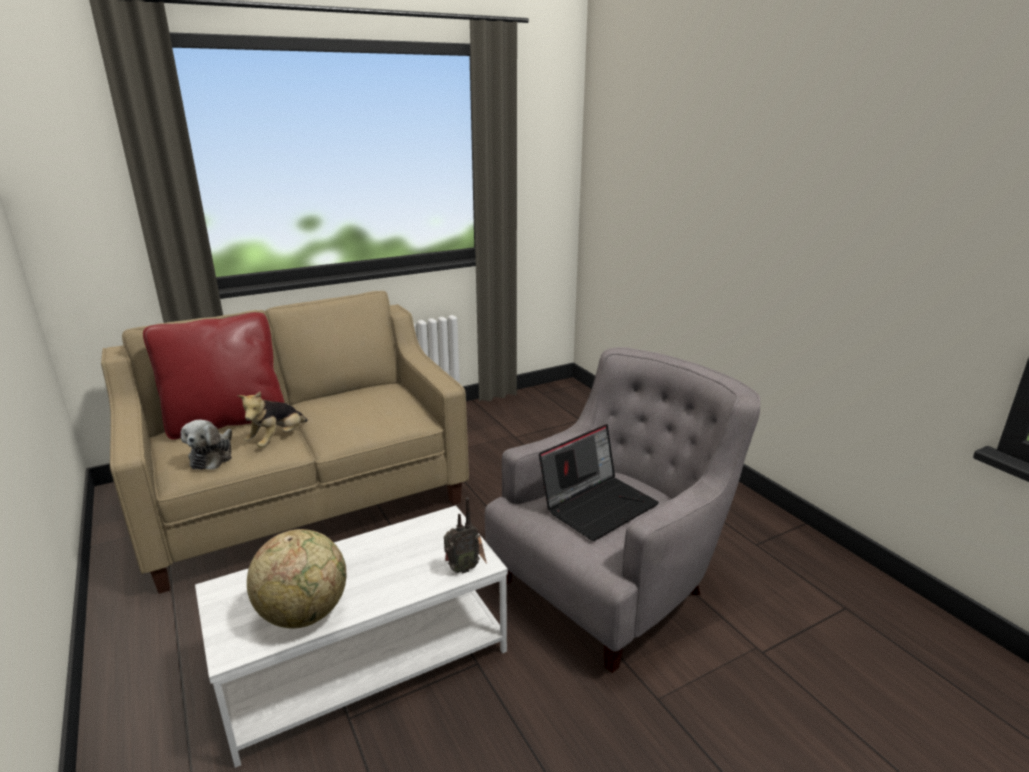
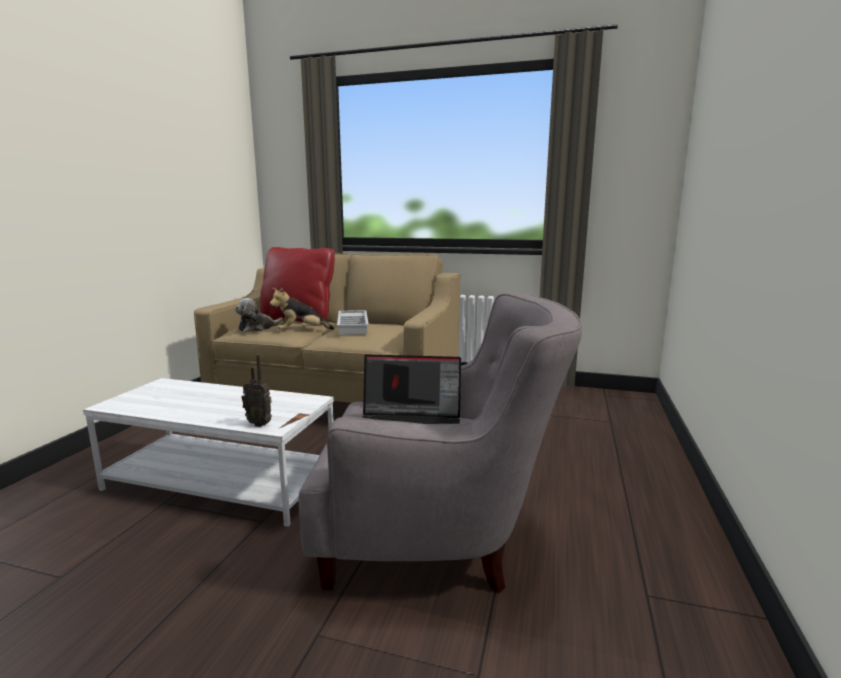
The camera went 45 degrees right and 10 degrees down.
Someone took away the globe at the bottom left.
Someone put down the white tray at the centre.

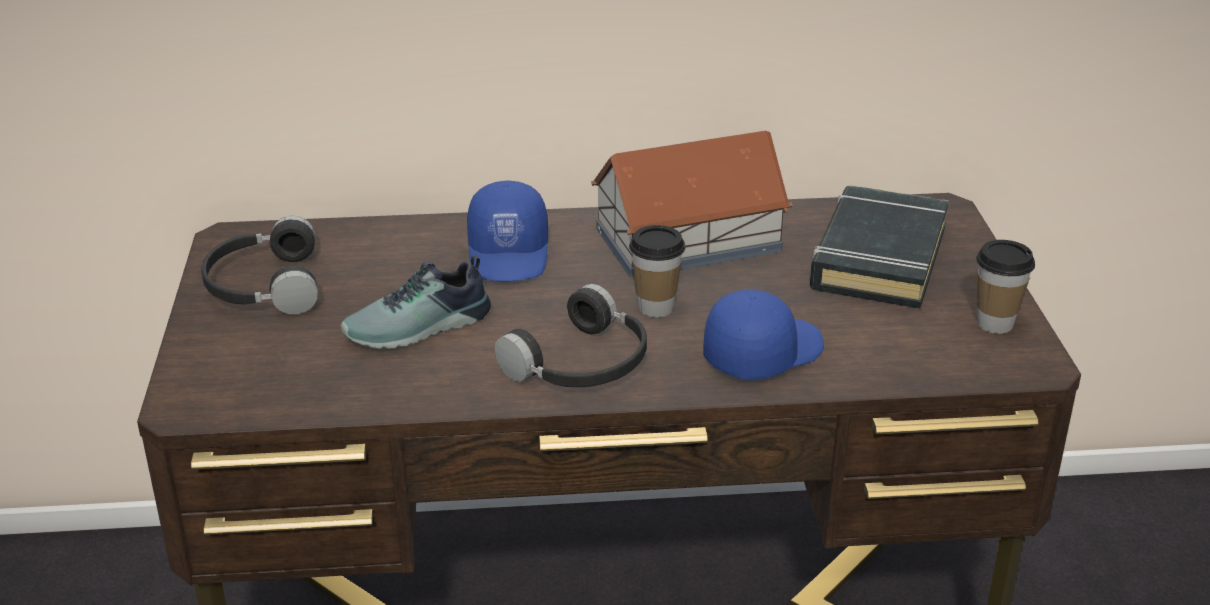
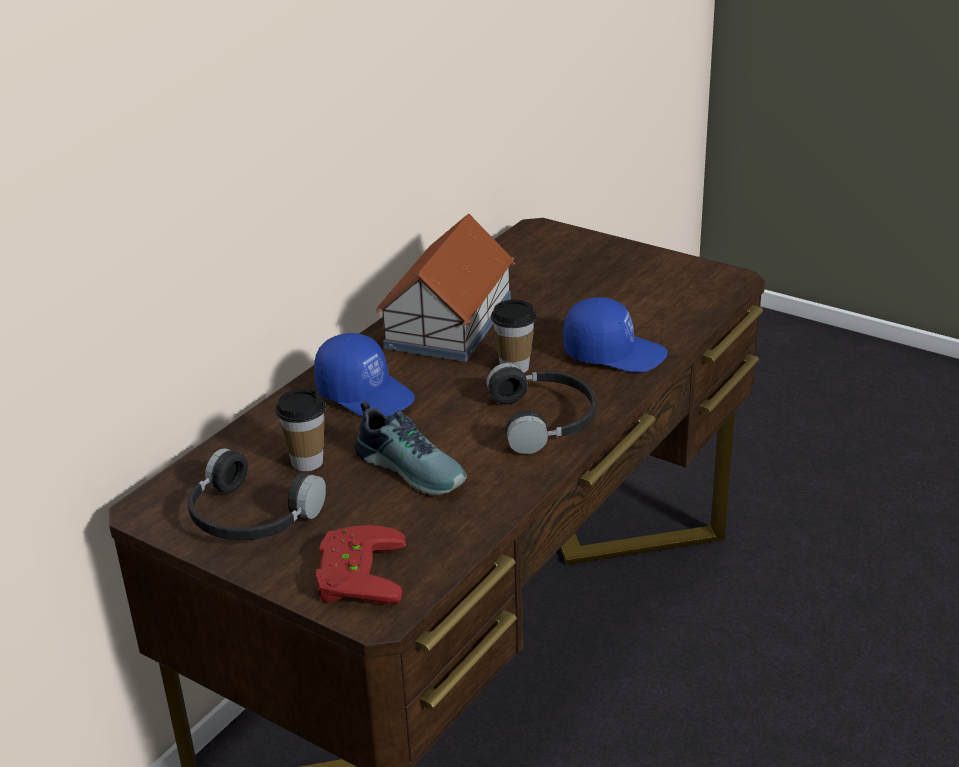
The camera went 50 degrees left and 0 degrees up.
Someone took away the black book at the middle right.
Someone put down the red game controller at the bottom centre.
Someone carried the cup (2nd from left in the first image) from the middle right to the middle left.
Someone rotated the shoe at the centre by 60 degrees counterclockwise.
Someone rotated the blue cap (2nd from left) at the centre by 105 degrees clockwise.

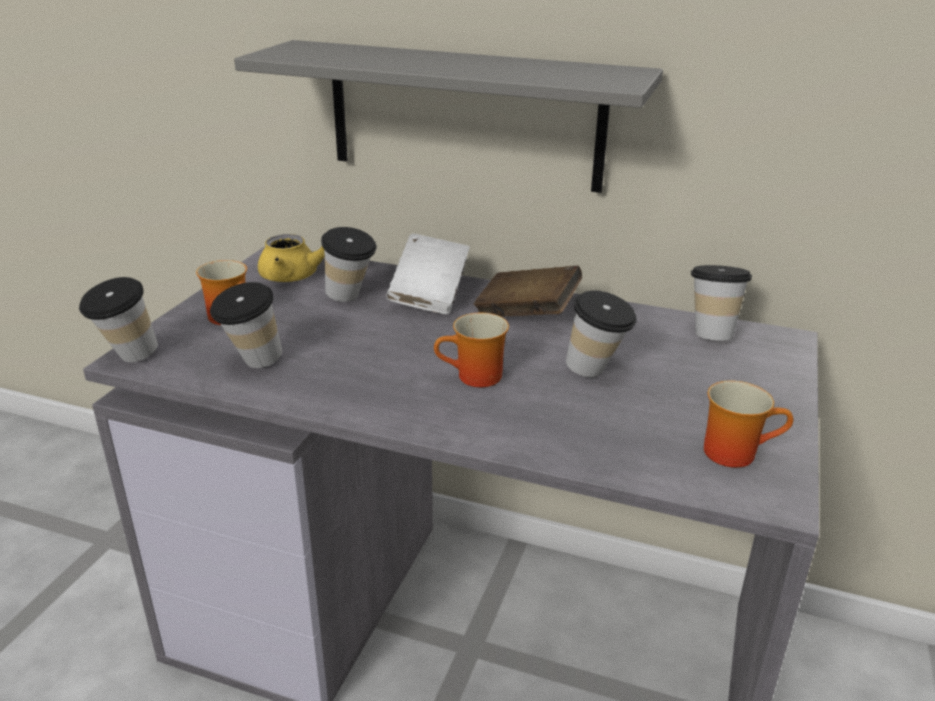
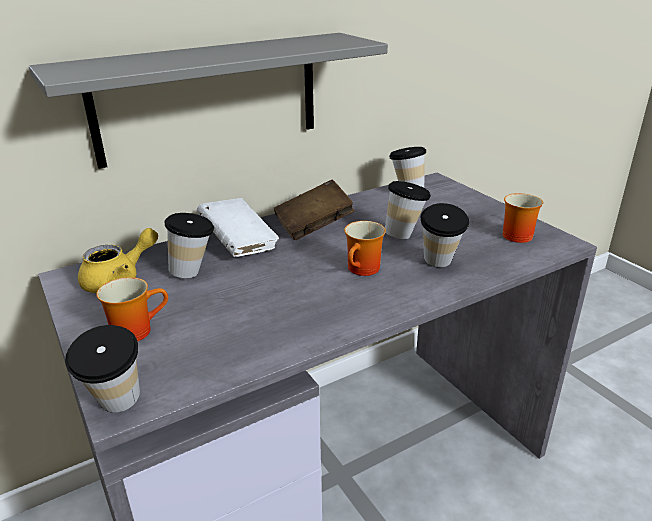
The camera went 50 degrees left and 0 degrees up.
Someone carried the cup (2nd from left in the first image) from the middle left to the middle right.

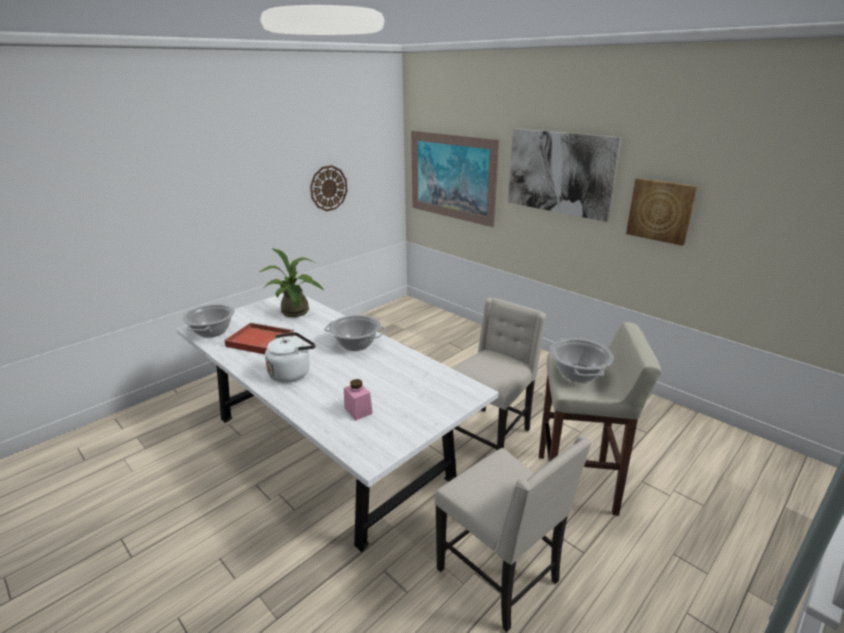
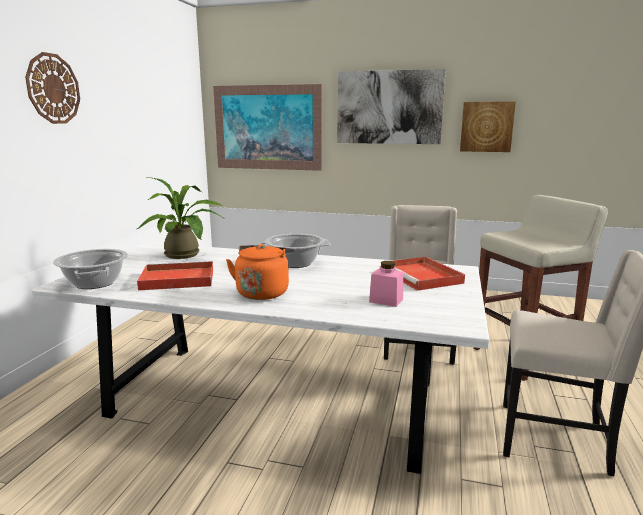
The camera went 30 degrees left and 10 degrees down.
Someone took away the cooking pot (3rd from left) at the middle right.
Someone put down the red tray (2nd from left) at the middle right.
Someone carried the wall clock from the top centre to the top left.
Someone repainted the white kettle at the centre, which became the orange kettle at the centre.

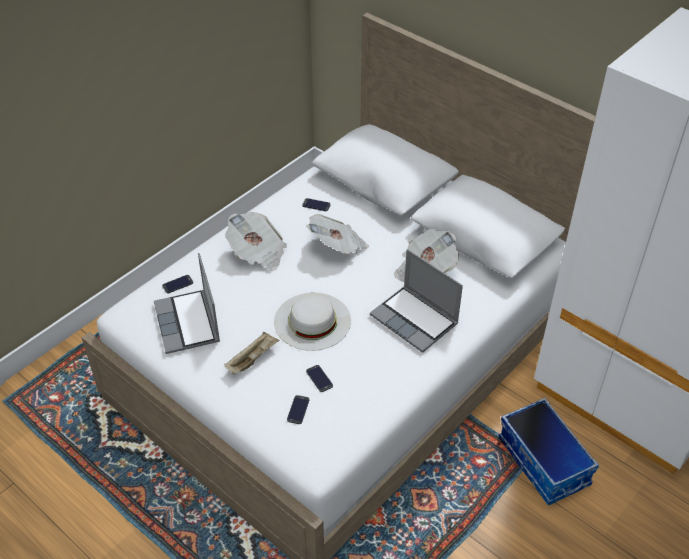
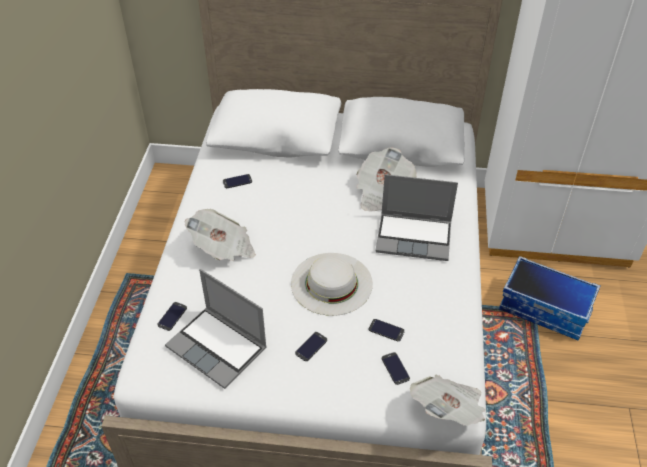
The camera went 35 degrees left and 0 degrees up.
Someone carried the newspaper (2nd from left in the first image) from the centre to the bottom right.
Someone swapped the beige tray at the centre for the phone (3rd from left) at the bottom centre.

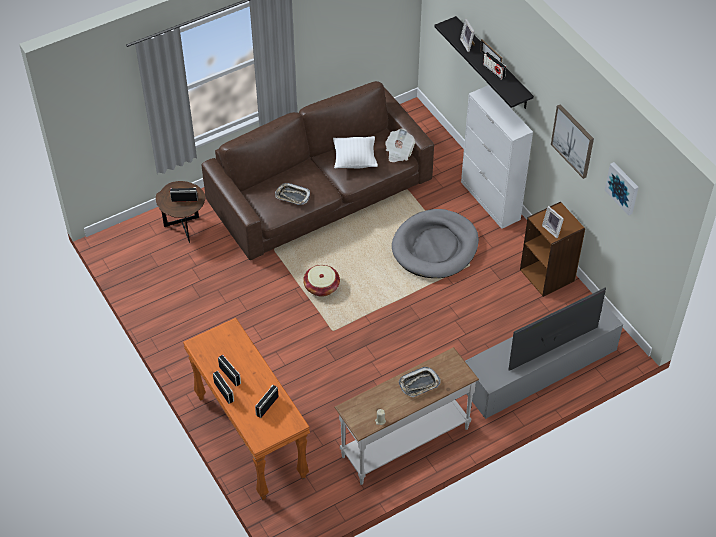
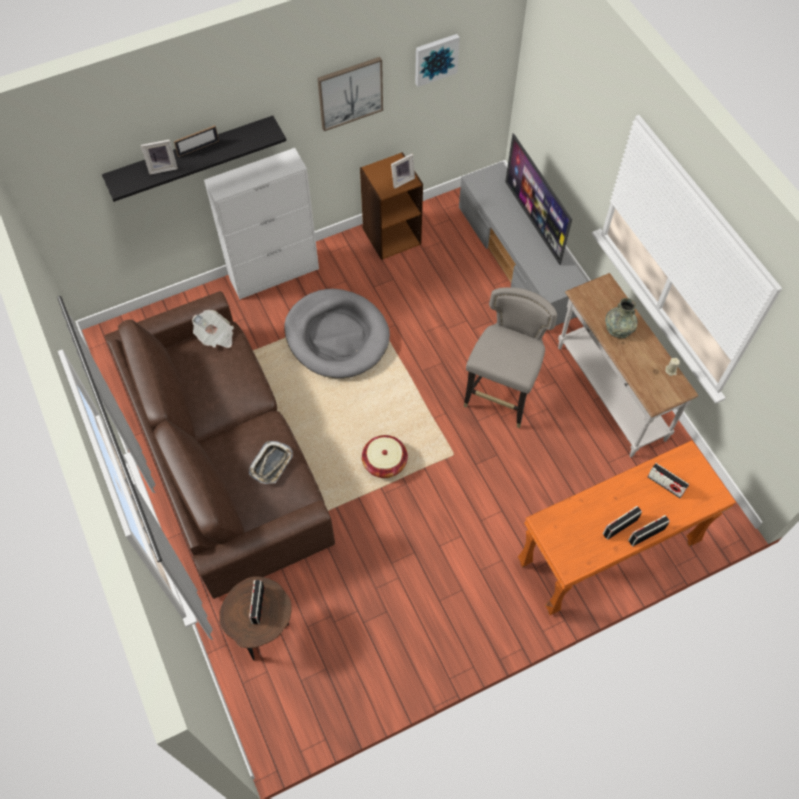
The camera went 85 degrees left and 10 degrees up.
Someone took away the white pillow at the top centre.
Someone took away the radio (5th from left) at the top right.
Someone put down the grey stool at the centre.
Someone swapped the tray (2nd from left) at the bottom centre for the grey vase at the middle right.

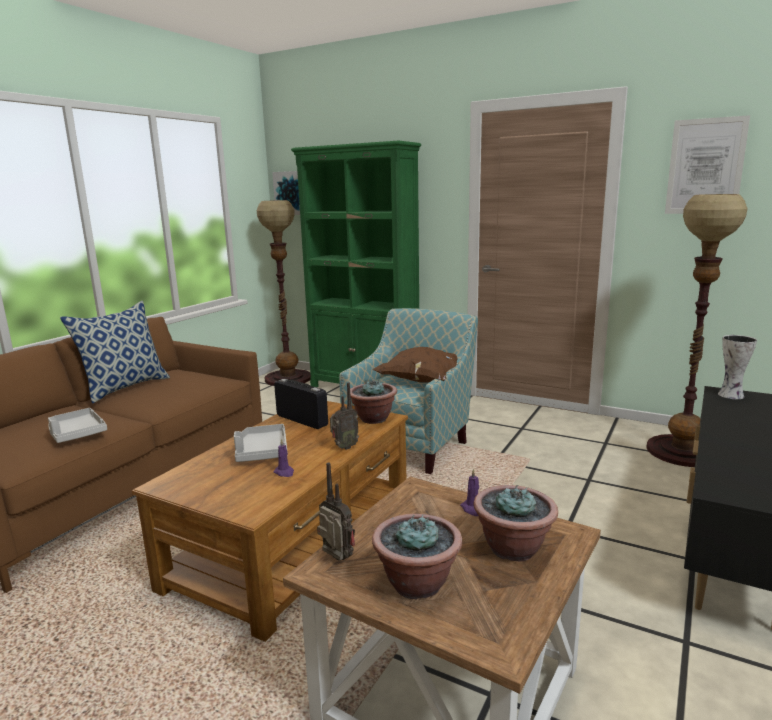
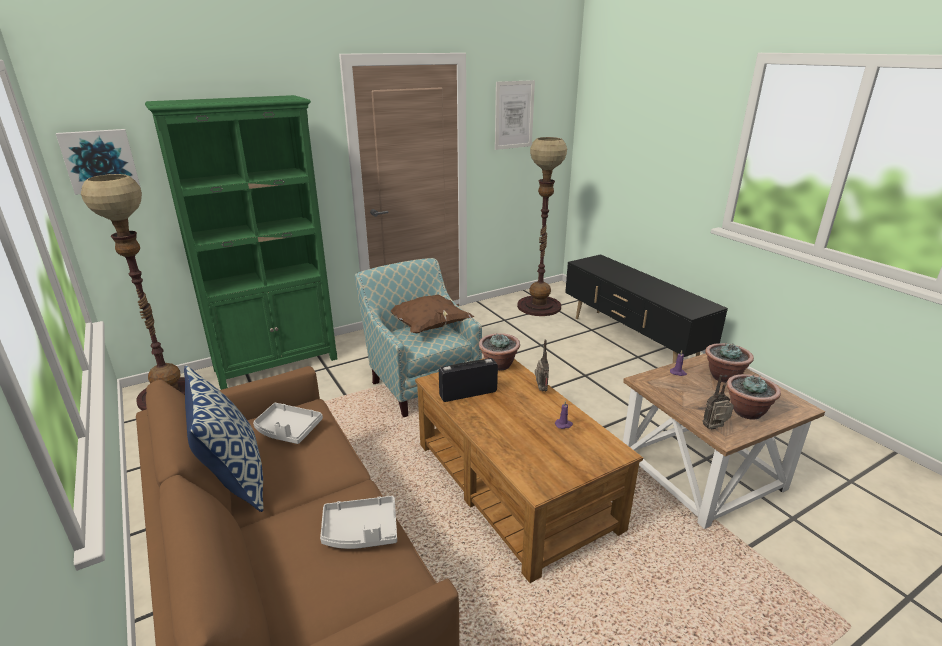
The camera went 60 degrees left and 10 degrees up.
Someone took away the vase at the middle right.
Someone carried the grey tray (2nd from left in the first image) from the centre to the middle left.

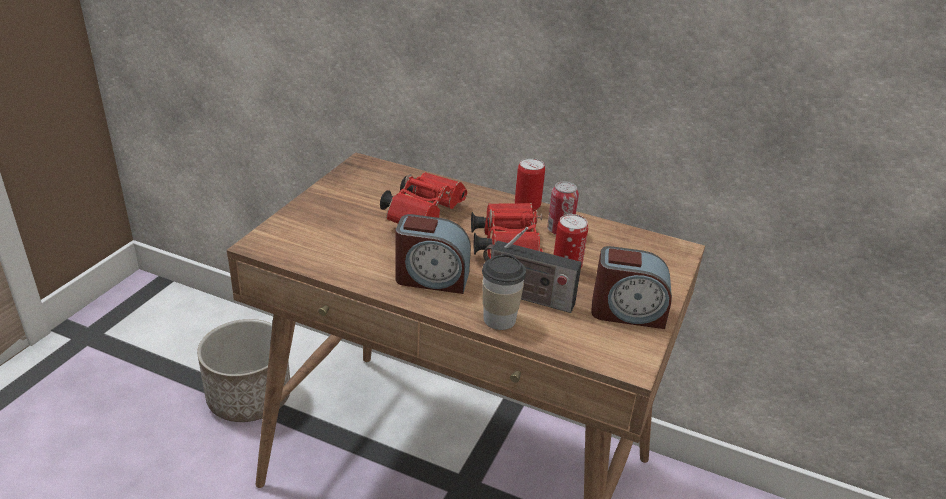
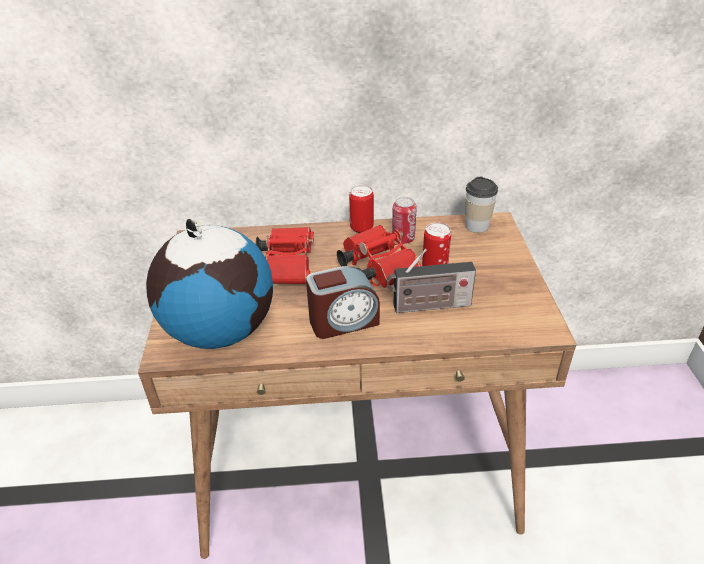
The camera went 25 degrees left and 5 degrees up.
Someone took away the planter at the bottom left.
Someone took away the alarm clock (2nd from left) at the middle right.
Someone put down the globe at the middle left.
Someone carried the cup from the centre to the middle right.

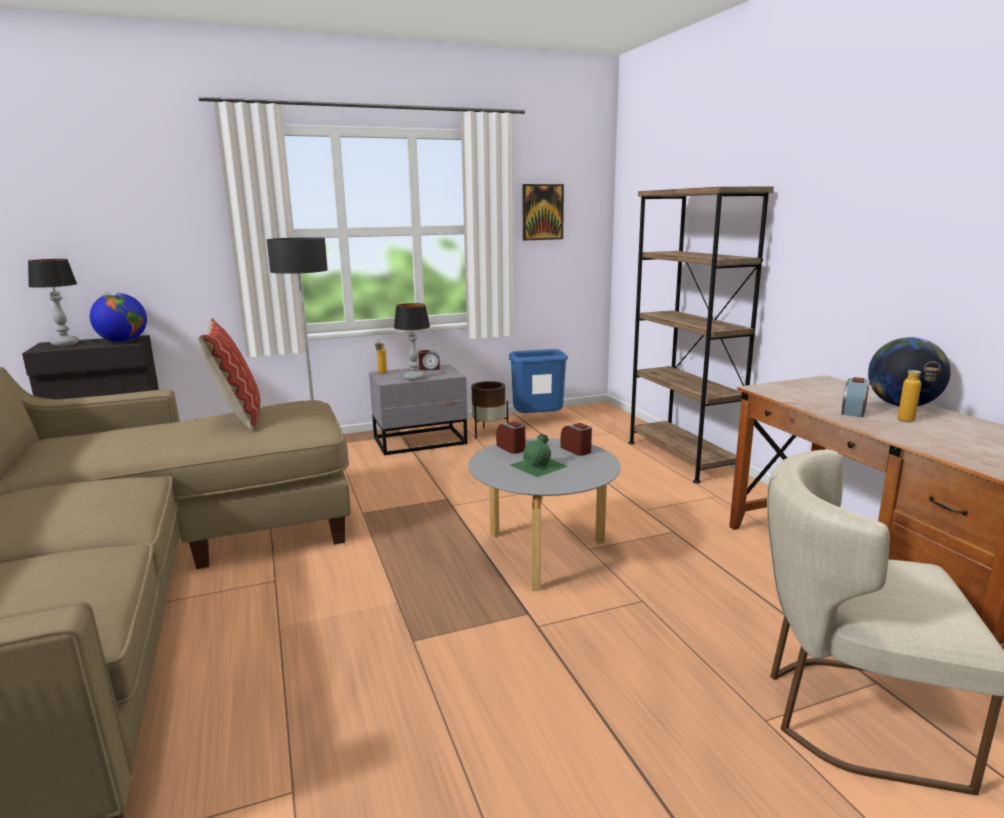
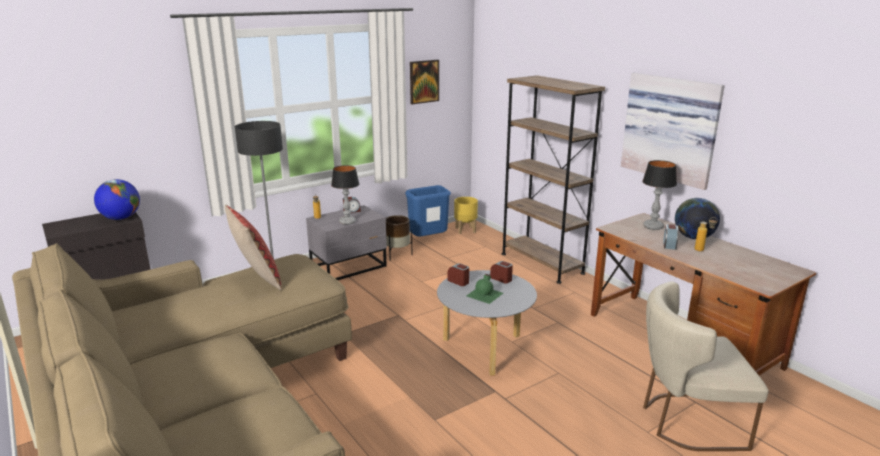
The camera went 15 degrees left and 5 degrees up.
Someone put down the yellow planter at the centre.
Someone put up the picture (2nd from left) at the top right.
Someone carried the table lamp (1st from left in the first image) from the middle left to the middle right.

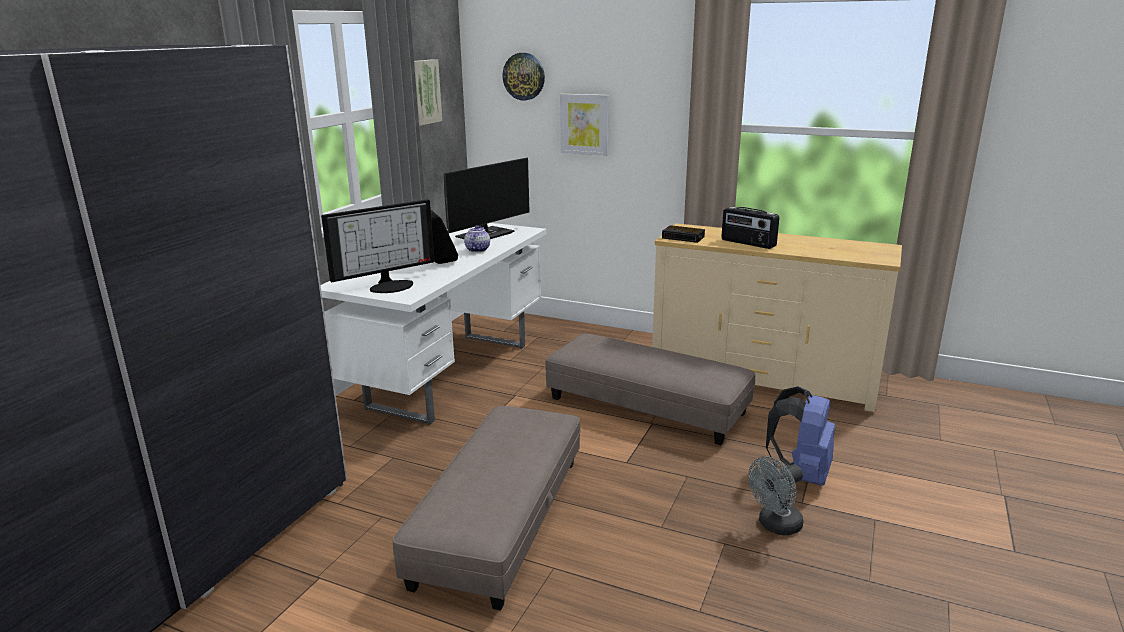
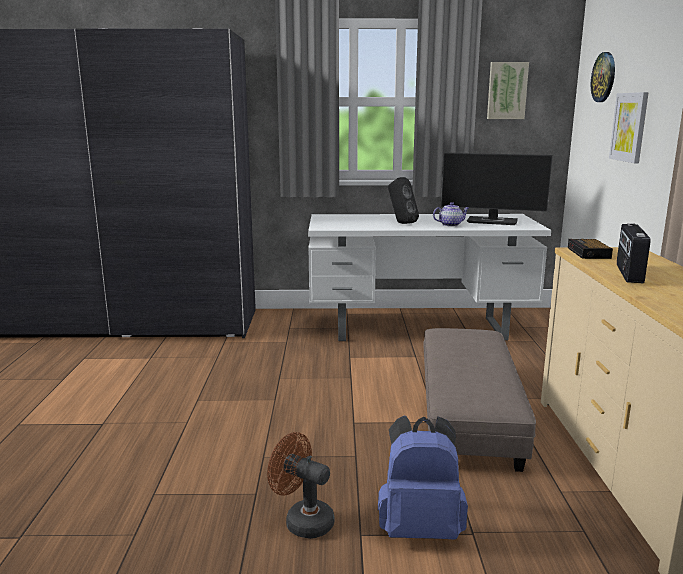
The camera went 65 degrees right and 5 degrees down.
Someone took away the monitor (1st from left) at the centre.
Someone took away the grey ottoman (1st from left) at the bottom centre.
Someone repainted the grey fan at the bottom right, which became the brown fan at the bottom centre.

